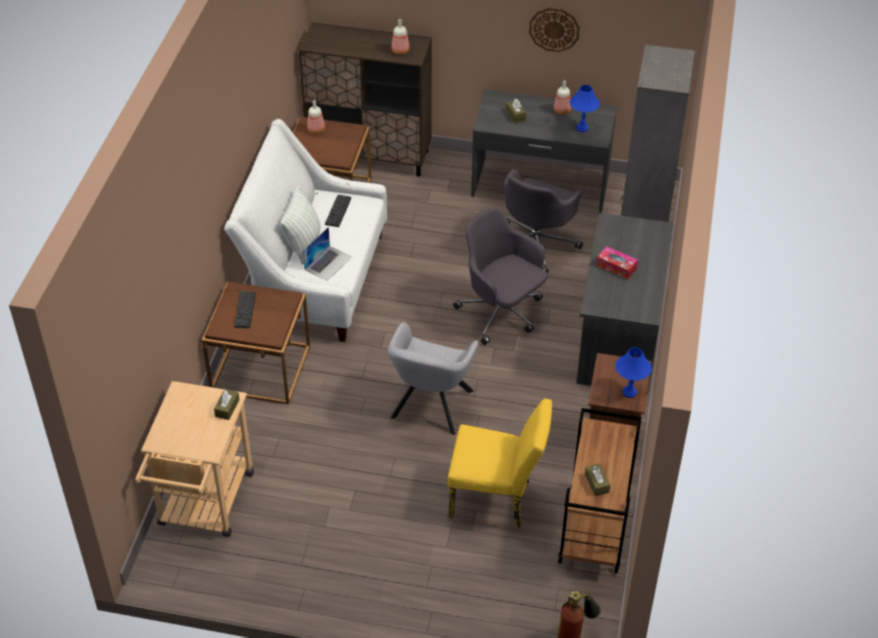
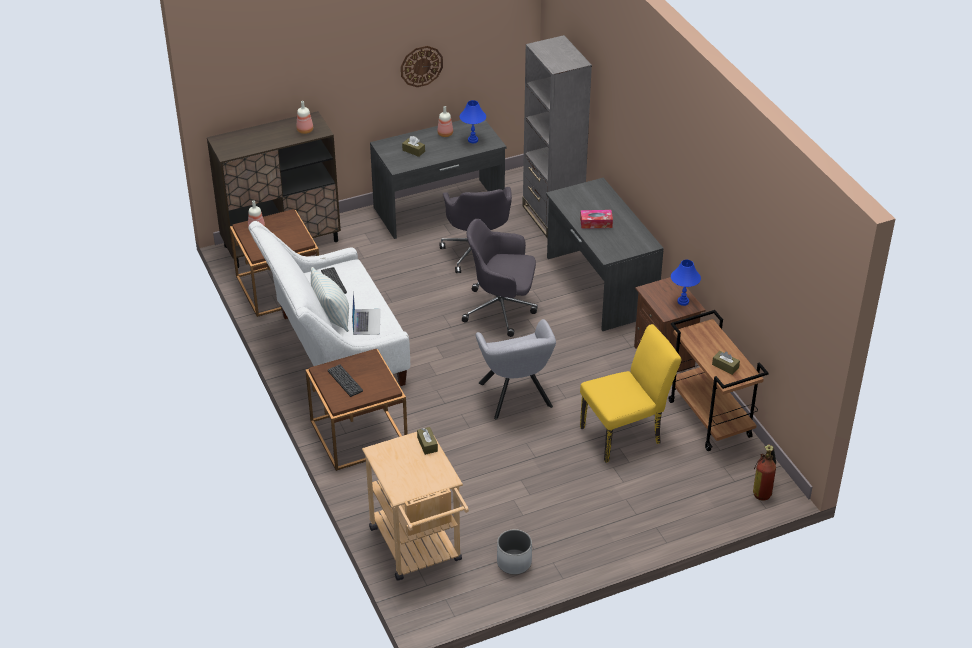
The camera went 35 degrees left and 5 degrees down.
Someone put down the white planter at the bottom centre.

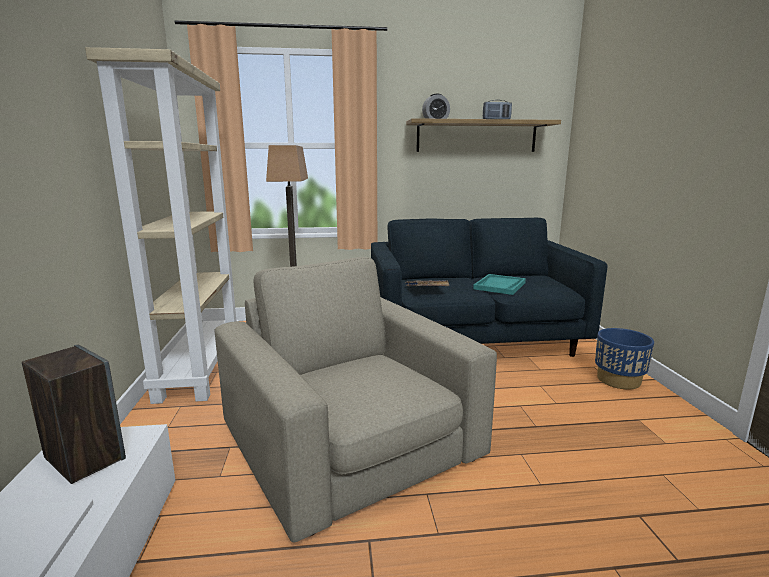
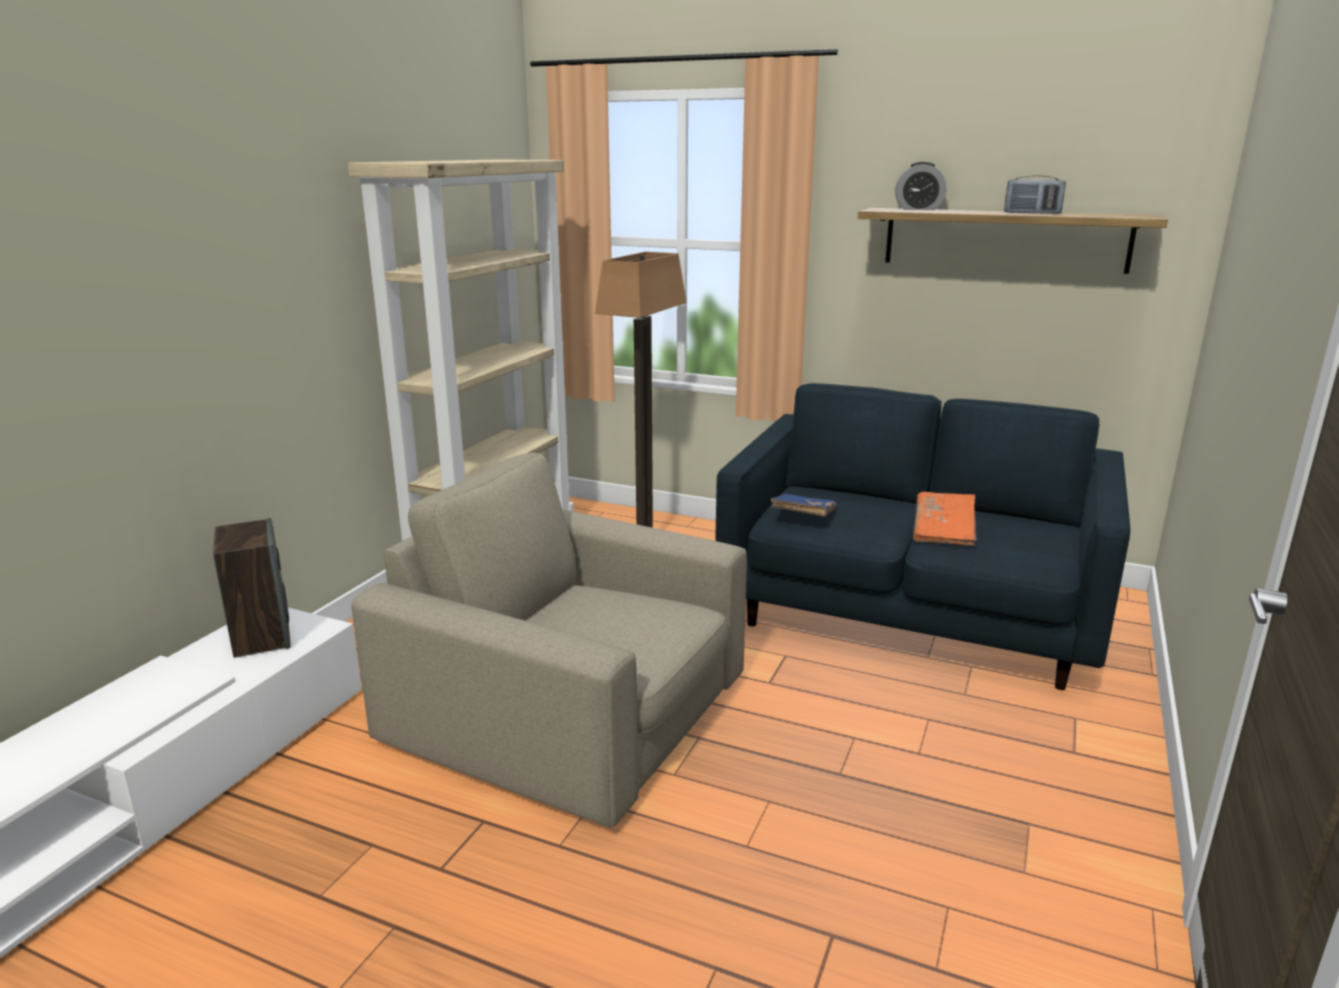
The camera went 30 degrees right and 5 degrees up.
Someone took away the blue planter at the middle right.
Someone swapped the turquoise tray at the centre for the orange book at the middle right.
Someone rotated the beige armchair at the bottom centre by 60 degrees counterclockwise.

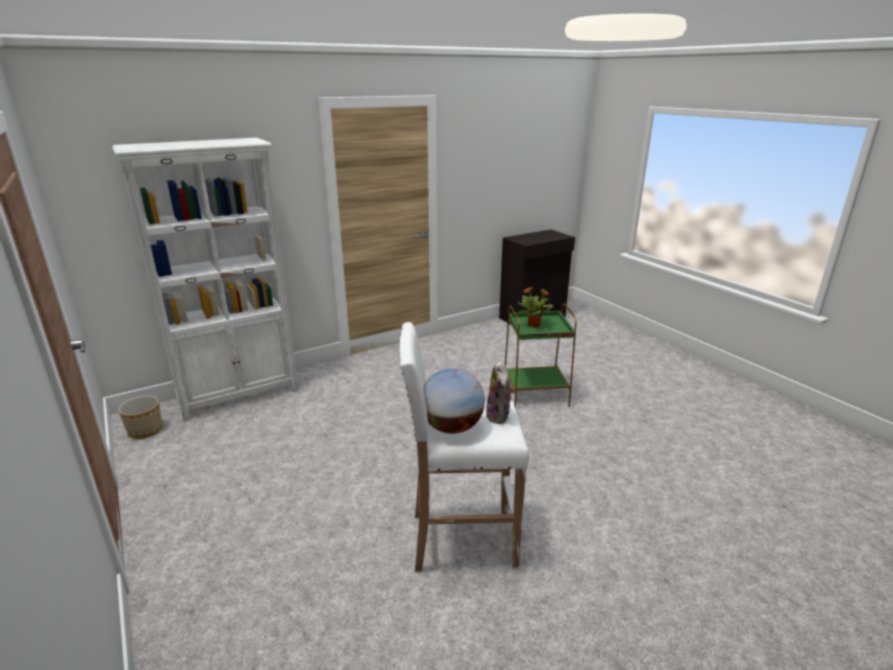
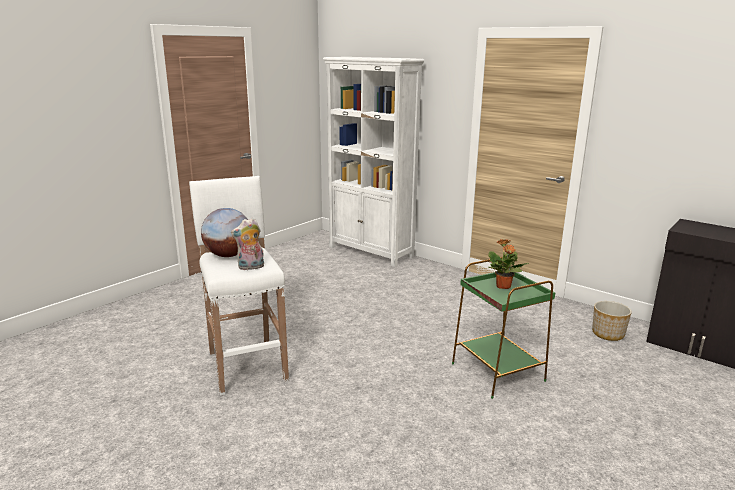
The camera went 70 degrees right and 5 degrees down.
Someone carried the planter from the middle left to the middle right.

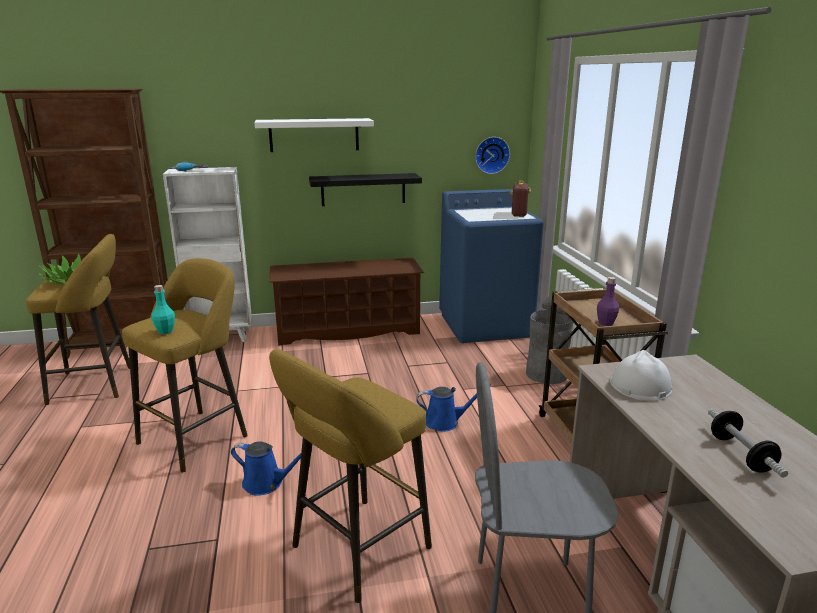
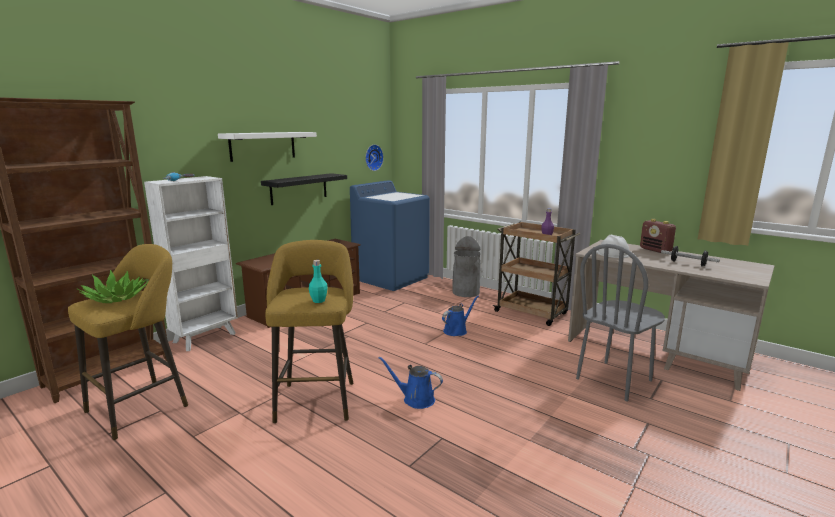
The camera went 40 degrees left and 5 degrees down.
Someone took away the yellow stool (3rd from left) at the bottom centre.
Someone carried the radio from the top centre to the middle right.
Someone rotated the blue watering can (1st from left) at the bottom left by 135 degrees counterclockwise.

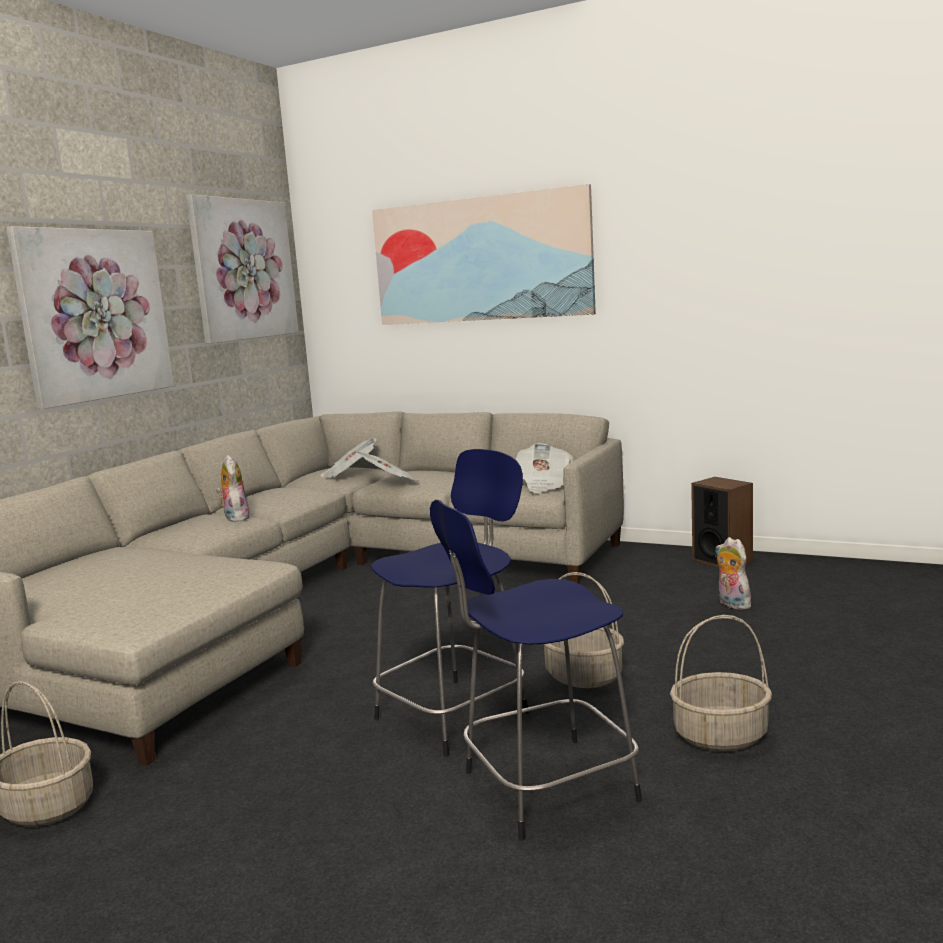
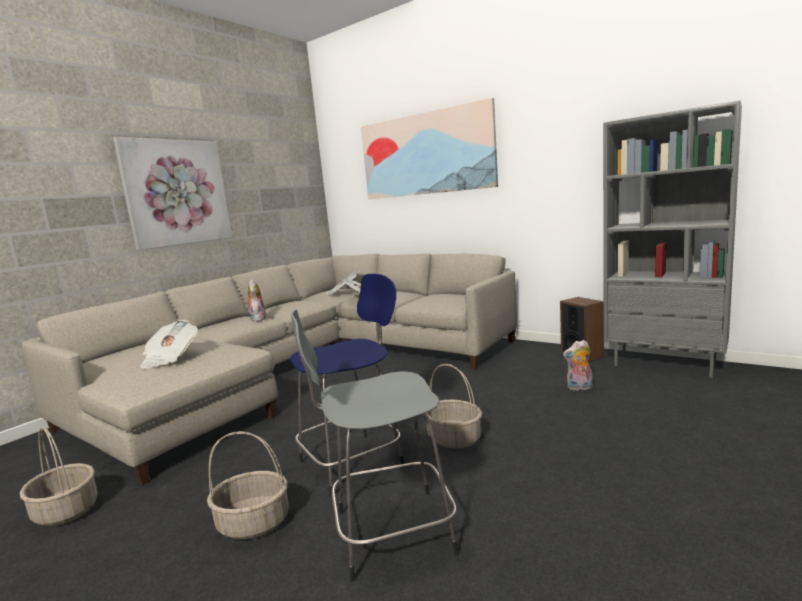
The camera went 10 degrees right and 0 degrees up.
Someone took away the picture (2nd from left) at the top left.
Someone put down the grey bookcase at the middle right.
Someone carried the newspaper (3rd from left in the first image) from the centre to the middle left.
Someone carried the basket (3rd from left in the first image) from the bottom right to the bottom left.
Someone repainted the blue stool (2nd from left) at the bottom centre, which became the grey stool at the bottom centre.
Someone rotated the plush toy (2nd from left) at the middle right by 75 degrees counterclockwise.

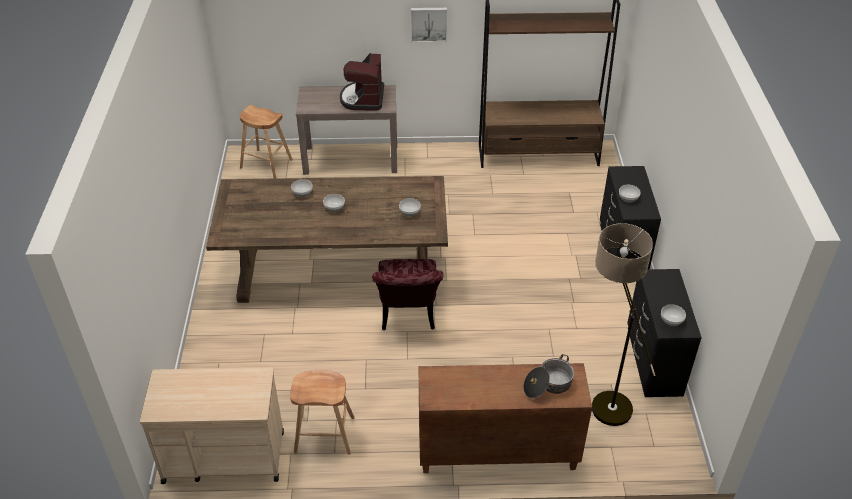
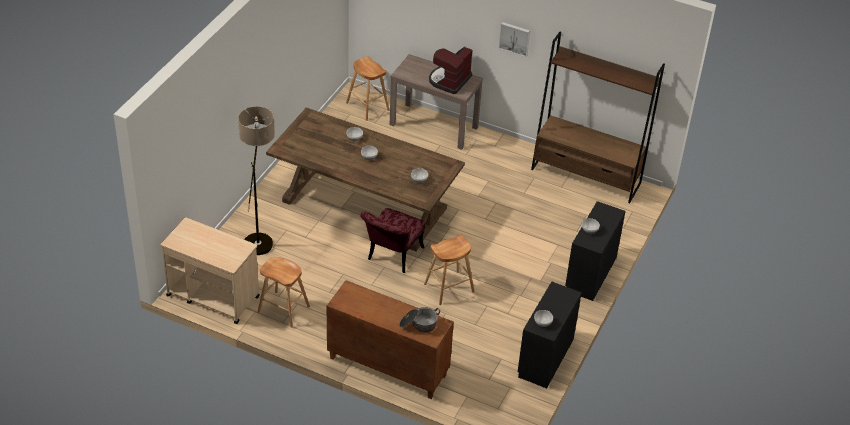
The camera went 25 degrees right and 0 degrees up.
Someone put down the brown stool (3rd from left) at the centre.
Someone carried the floor lamp from the middle right to the middle left.

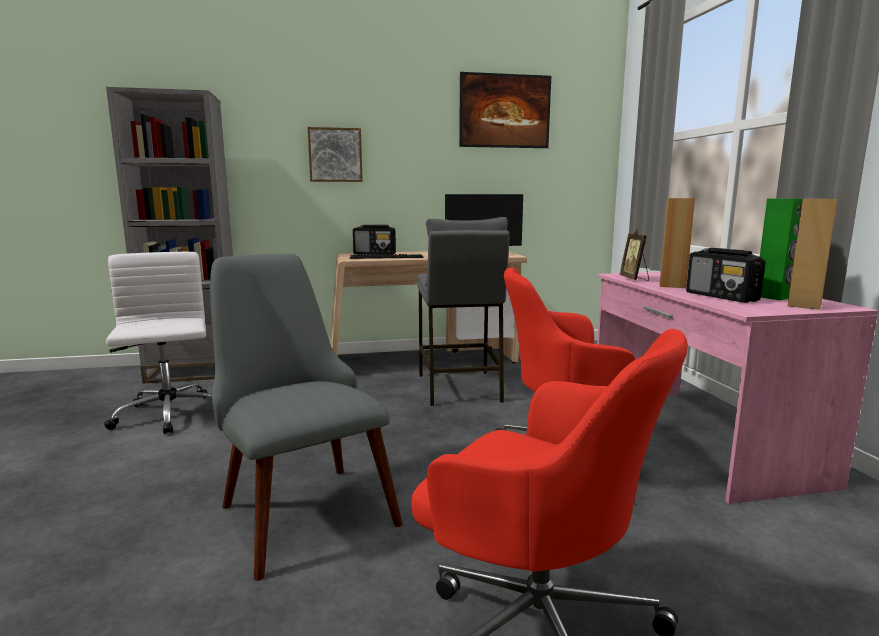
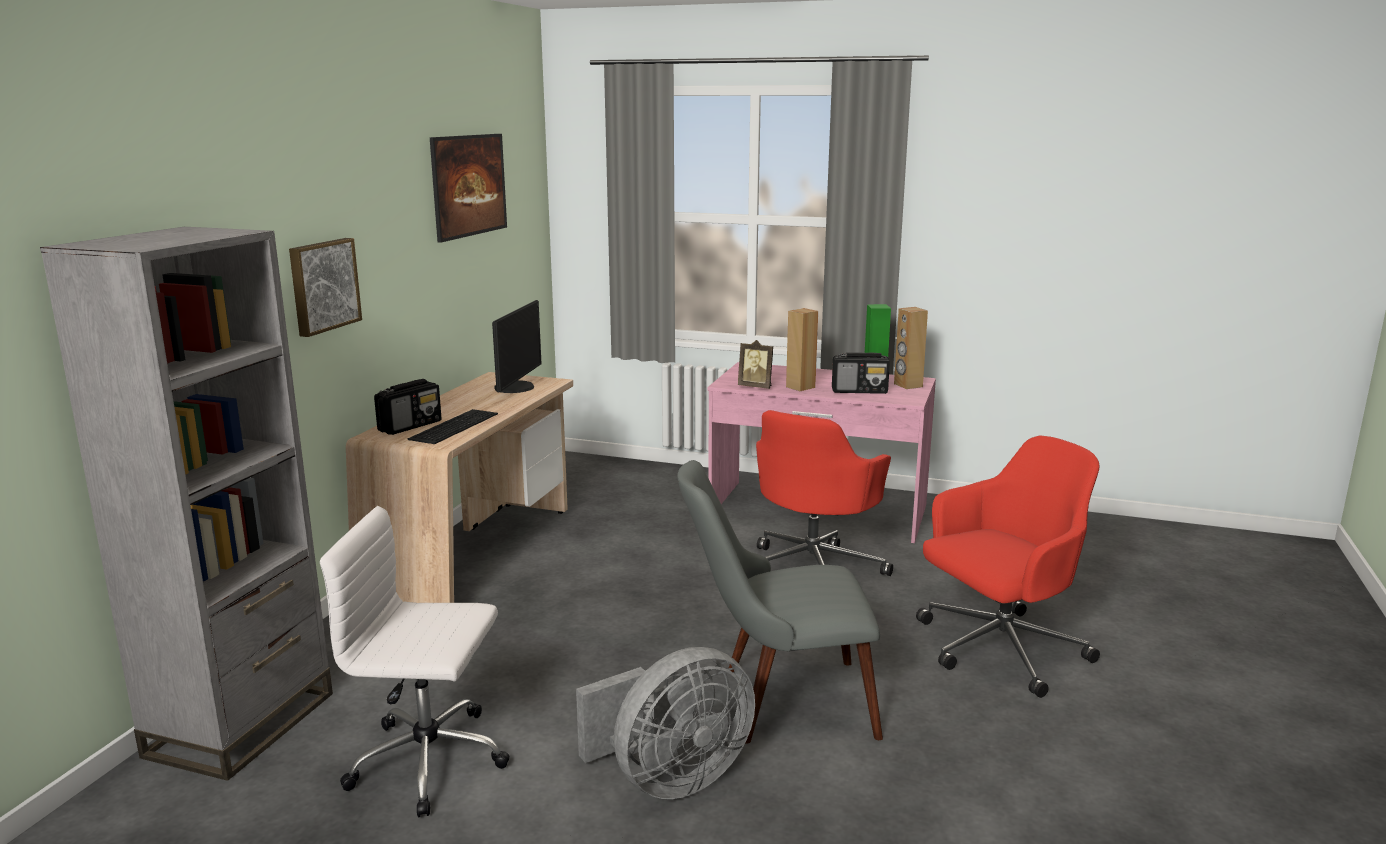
The camera went 60 degrees left and 5 degrees up.
Someone took away the grey stool at the centre.
Someone put down the grey fan at the bottom centre.

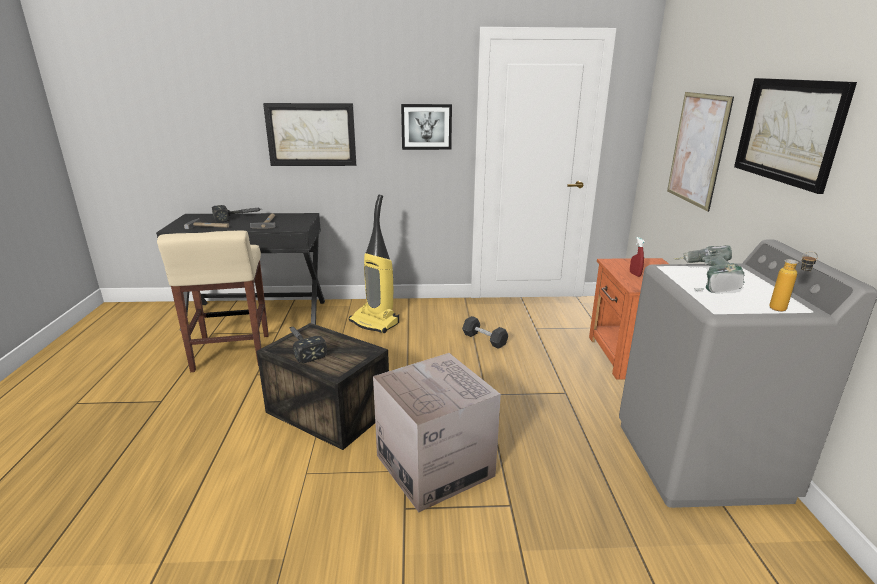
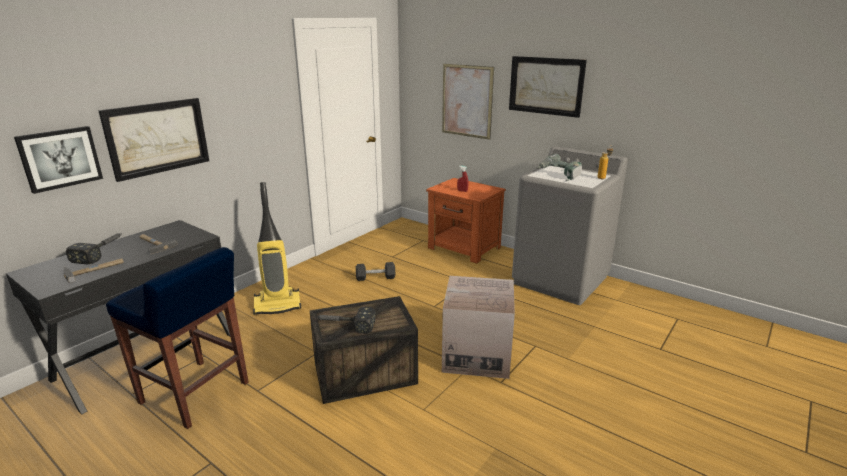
The camera went 50 degrees left and 0 degrees up.
Someone carried the picture (2nd from left in the first image) from the top centre to the middle left.
Someone repainted the beige stool at the middle left, which became the blue stool at the bottom left.

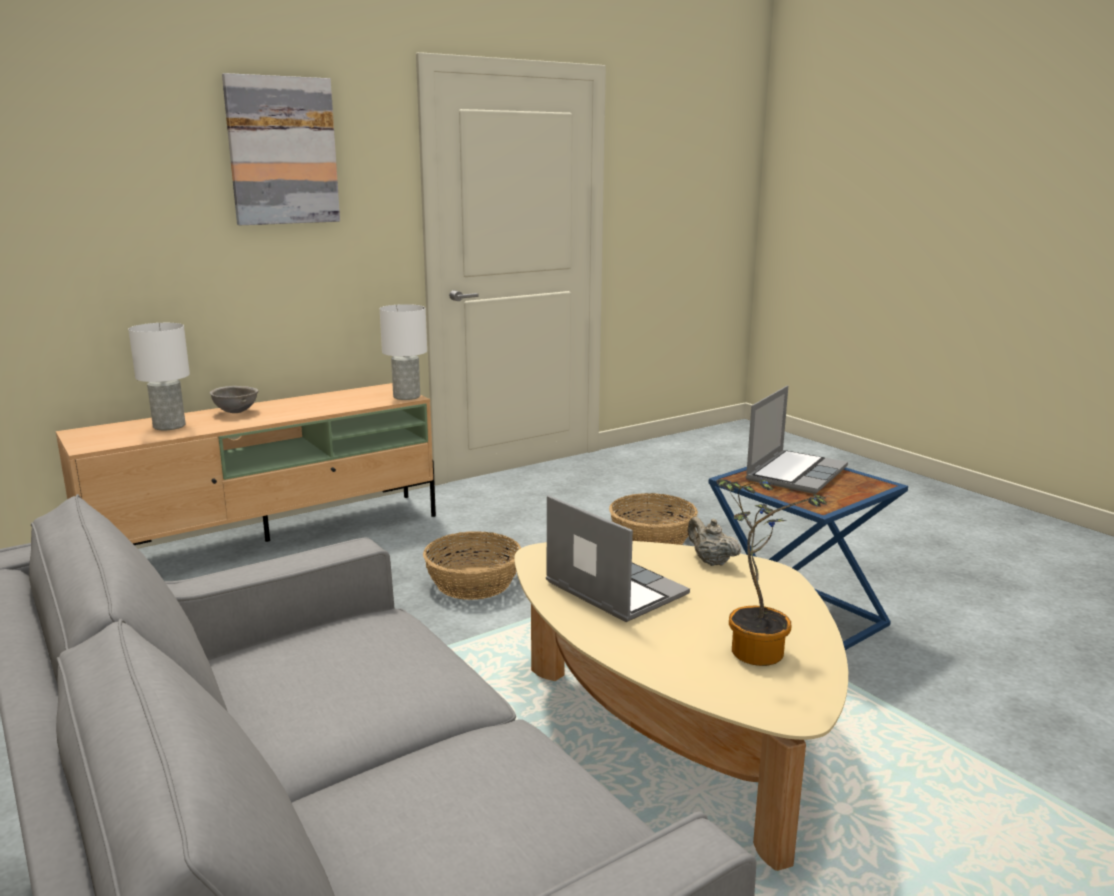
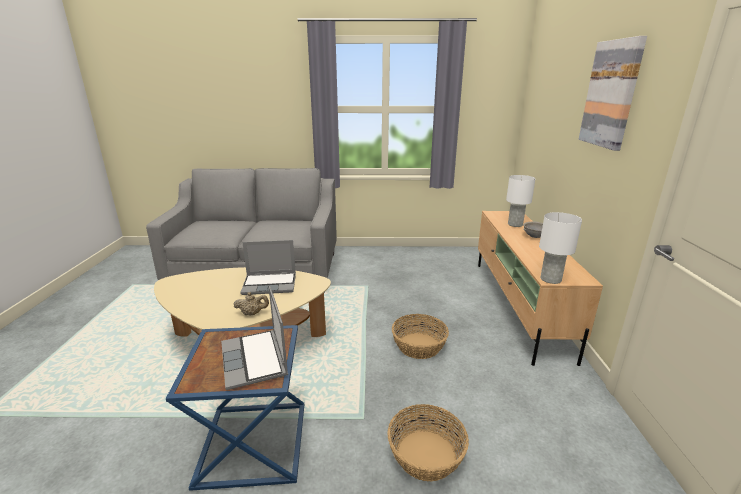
The camera went 125 degrees right and 5 degrees up.
Someone took away the potted plant at the middle right.

